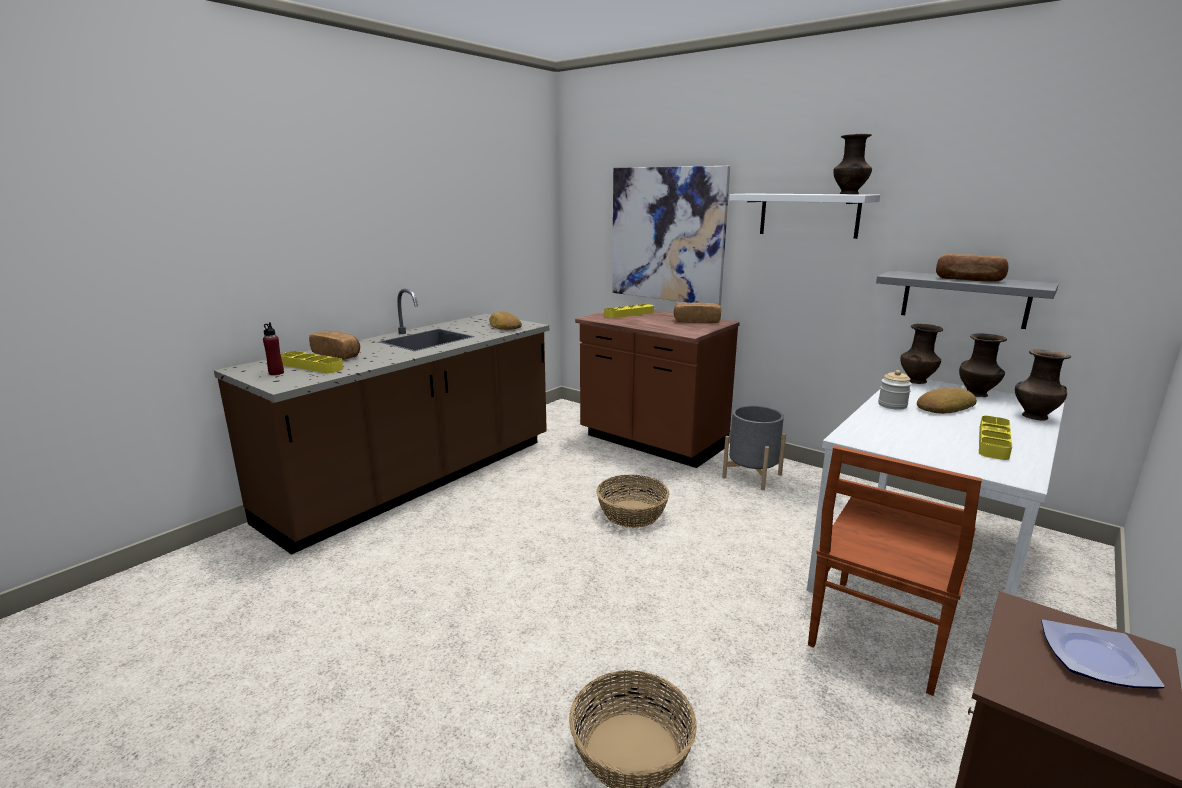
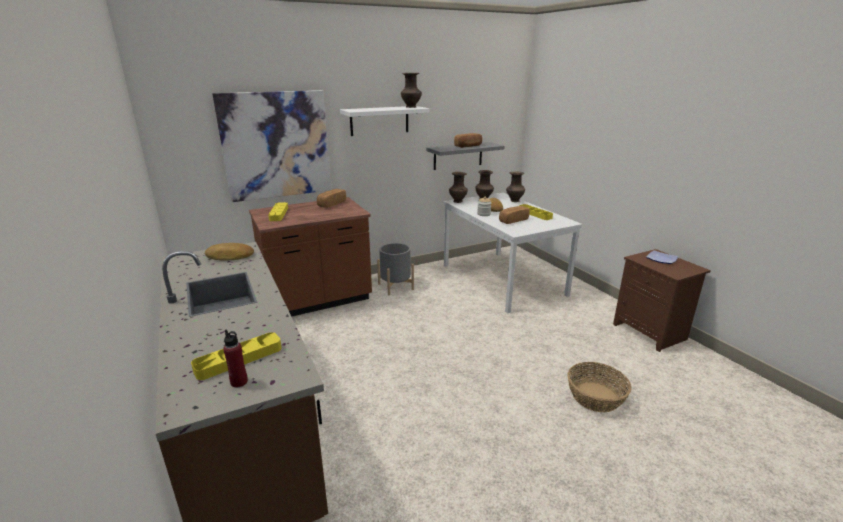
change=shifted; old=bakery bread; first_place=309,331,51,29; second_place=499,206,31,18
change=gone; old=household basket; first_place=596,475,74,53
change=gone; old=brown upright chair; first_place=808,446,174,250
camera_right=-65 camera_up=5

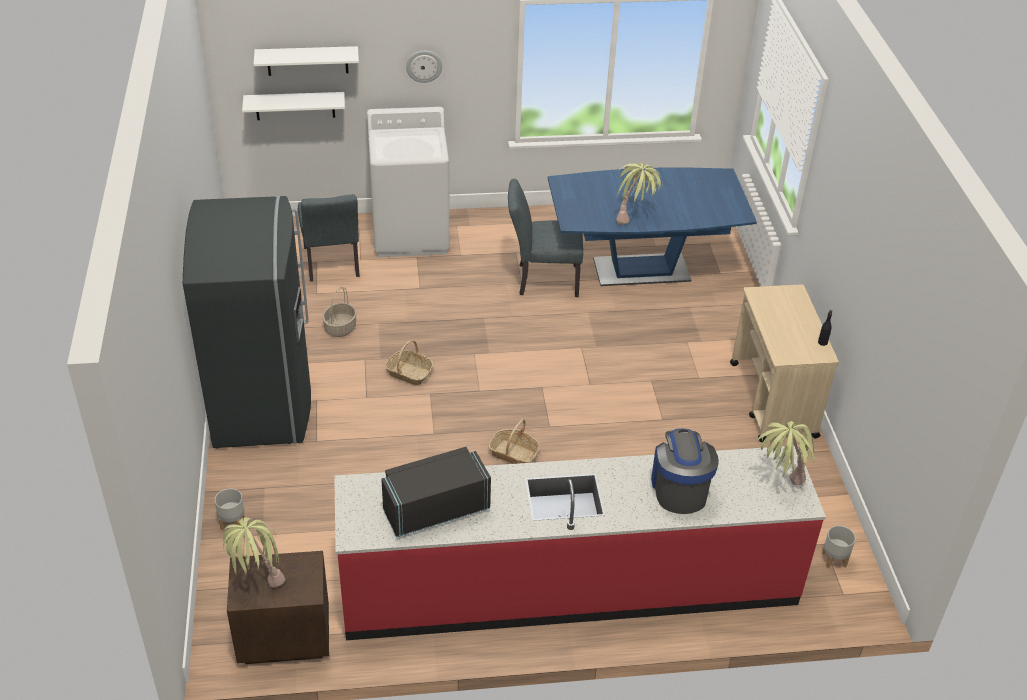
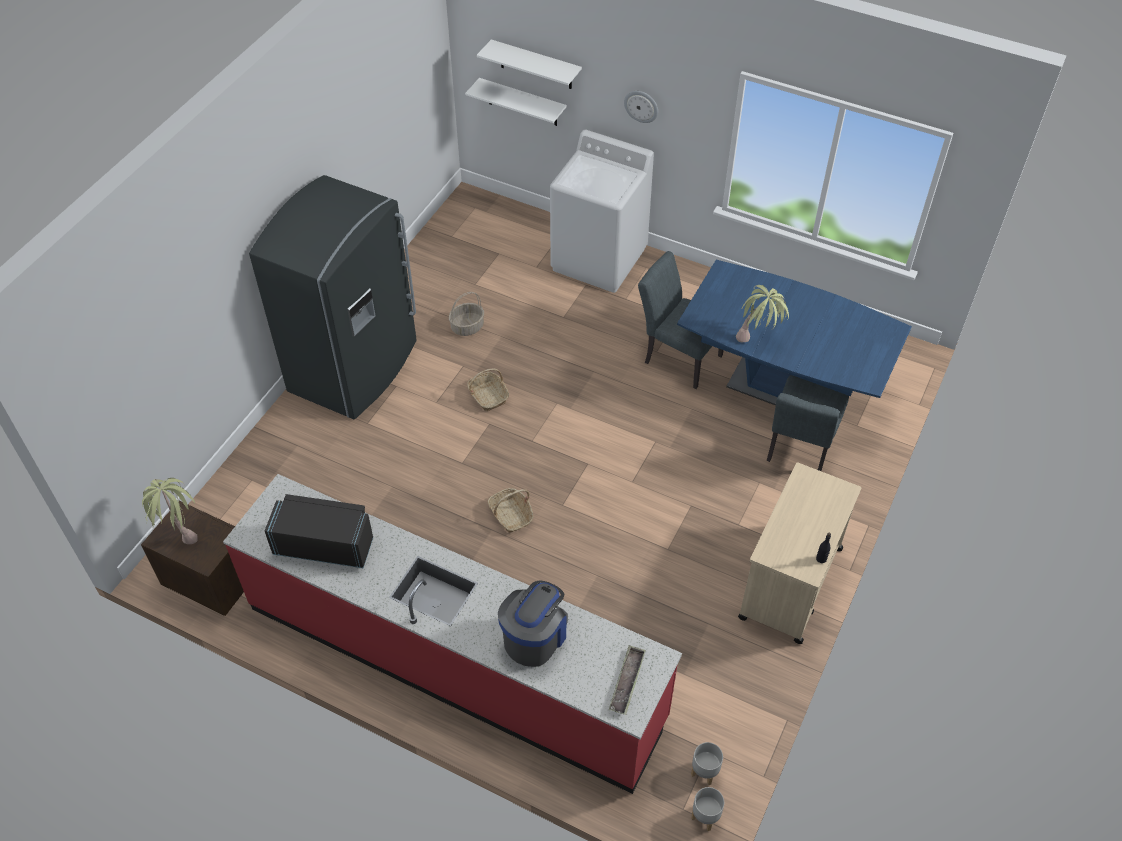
change=shifted; old=grey planter; first_place=215,489,30,41; second_place=691,787,33,44
change=shifted; old=grey upright chair; first_place=298,194,62,88; second_place=767,375,82,96
change=swapped; old=plant in a pot; new=serving tray; first_place=757,421,58,64; second_place=609,645,37,70
camera_right=35 camera_up=10

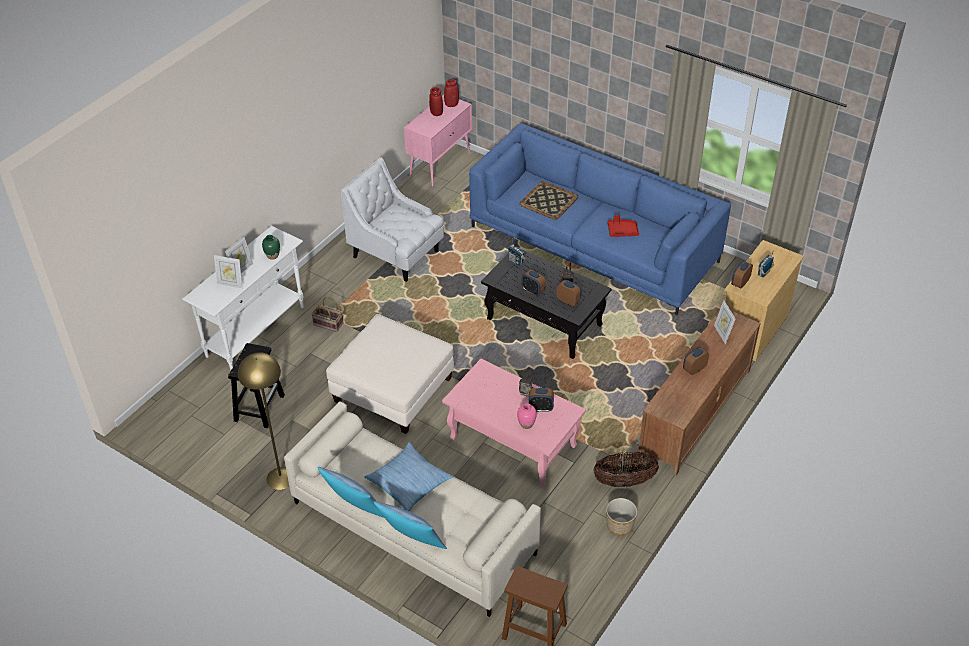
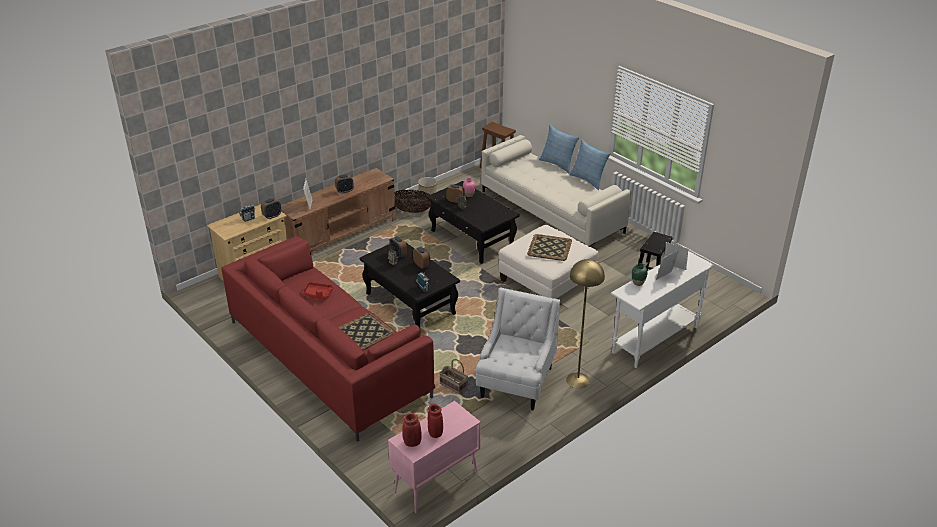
change=shifted; old=yellow-coloured floor lamp; first_place=238,352,51,138; second_place=566,259,39,130
change=shifted; old=household basket; first_place=311,297,33,35; second_place=439,359,29,35
change=rotated; old=white lounge chair; first_place=341,157,103,125; second_place=476,288,84,123; degrees=-120
change=gone; old=throw pillow; first_place=364,442,89,69
change=repainted; old=pink lounge table; new=blackish lounge table; first_place=442,359,144,128; second_place=427,181,93,83
change=repainted; old=blue couch; new=red couch; first_place=469,123,262,192; second_place=221,236,214,206
change=new; new=serving tray; second_place=527,234,45,27
camera_right=-165 camera_up=-10

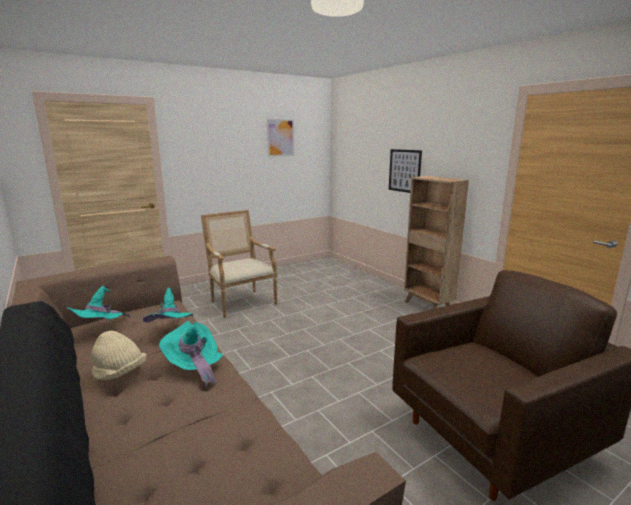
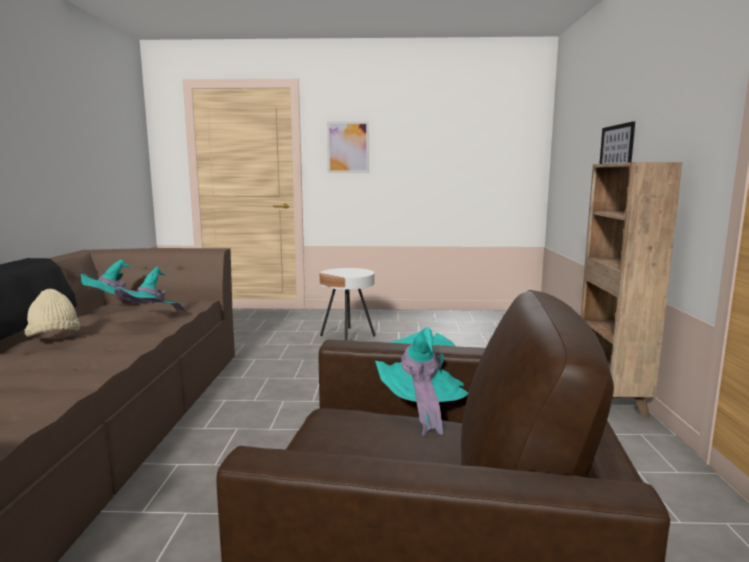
change=shifted; old=turquoise-coloured clothing hat; first_place=159,321,64,67; second_place=375,327,93,109
change=swapped; old=lounge chair; new=white side table; first_place=201,210,76,108; second_place=320,268,55,72
change=shifted; old=wall art; first_place=267,119,27,38; second_place=327,121,42,52
camera_right=35 camera_up=-5

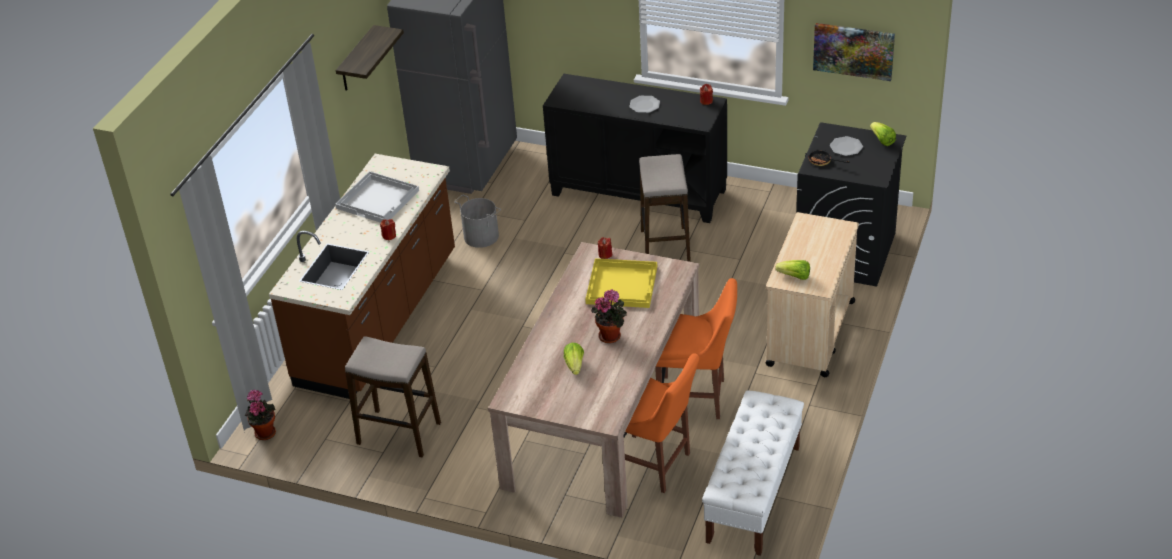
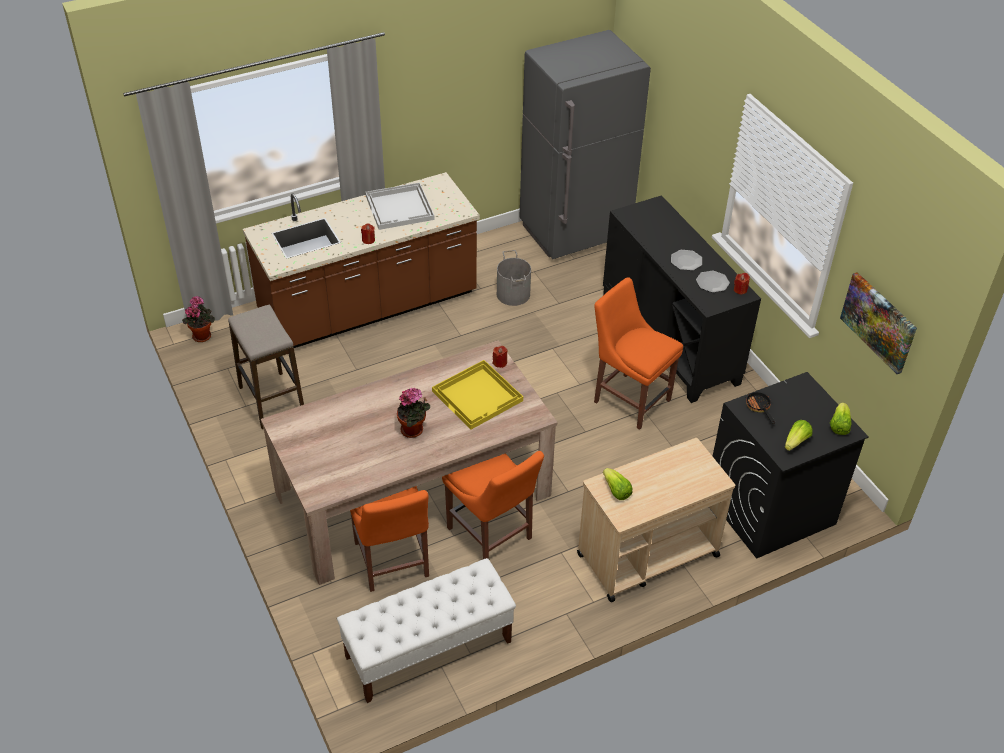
change=gone; old=bracket shelf; first_place=336,25,68,66
change=shifted; old=lettuce; first_place=564,343,20,32; second_place=785,420,28,31
change=swapped; old=sitting stool; new=orange upright chair; first_place=639,154,52,108; second_place=594,277,89,153
change=shifted; old=plate; first_place=830,136,33,20; second_place=696,271,34,22
camera_right=40 camera_up=5

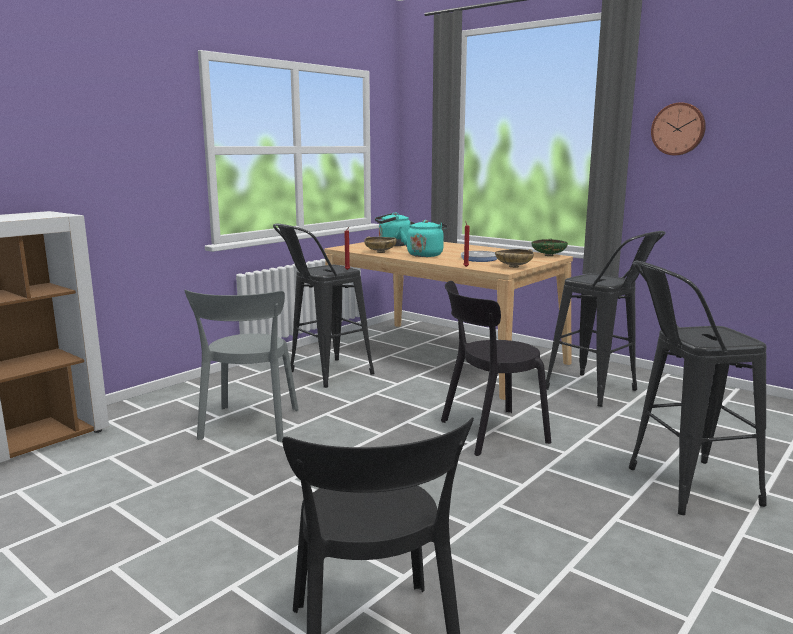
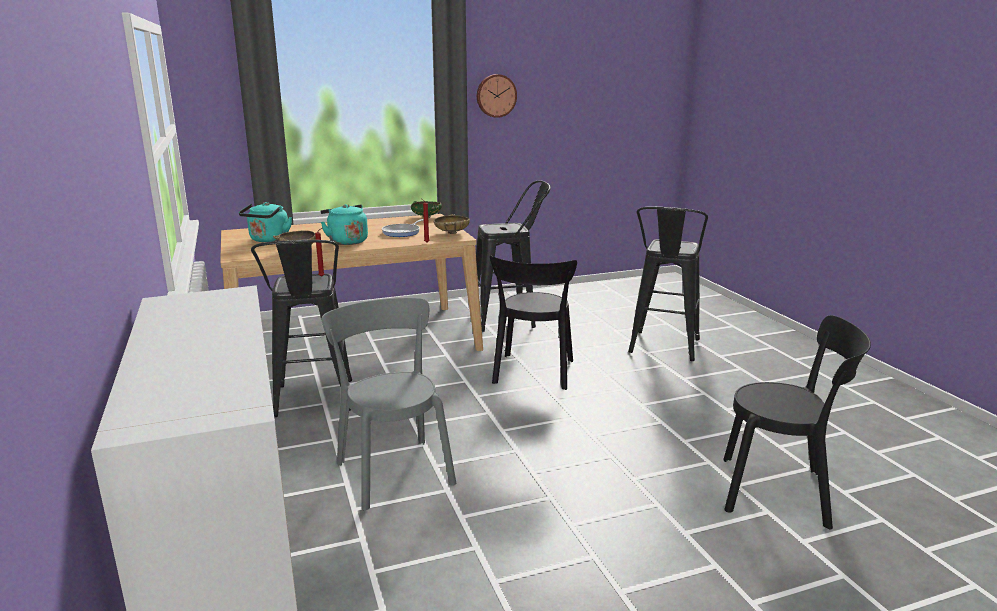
change=rotated; old=grey upright chair; first_place=184,290,115,152; second_place=322,298,134,213; degrees=-150
camera_right=-60 camera_up=5

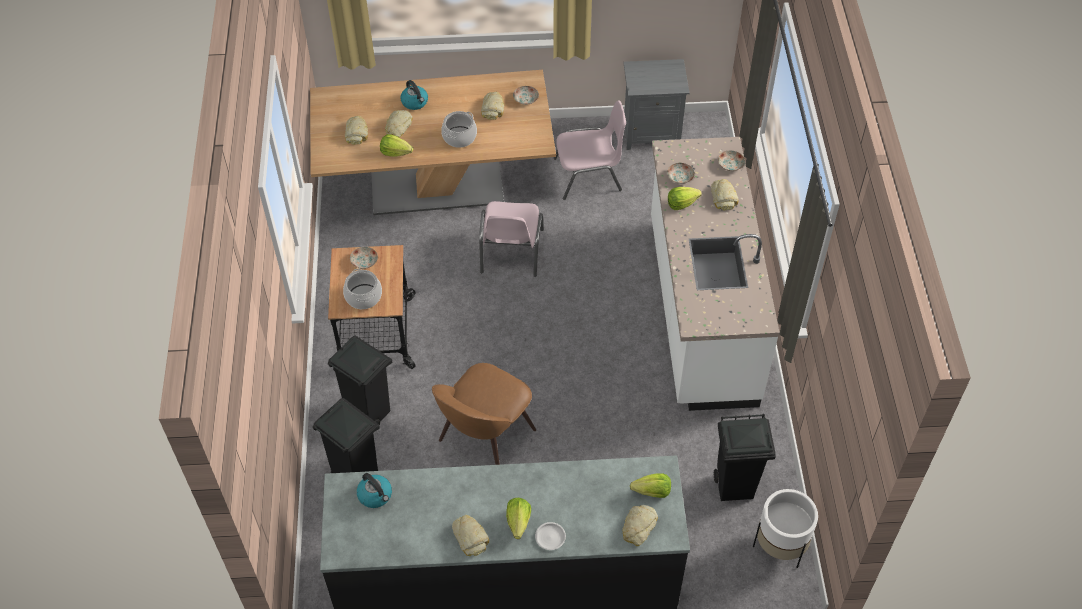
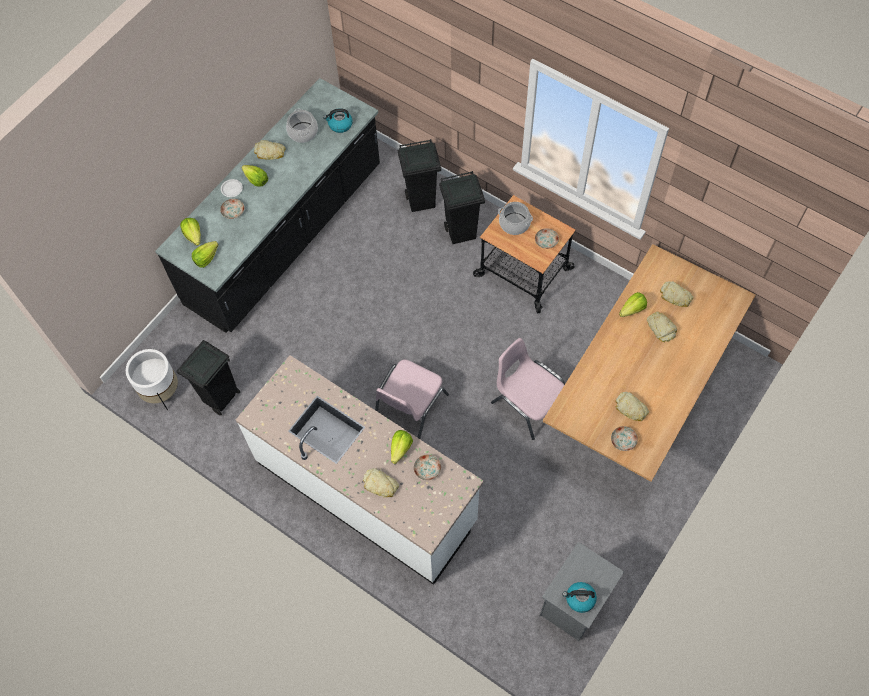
change=shifted; old=tea kettle; first_place=400,80,28,30; second_place=563,582,34,31
change=gone; old=brown upright chair; first_place=432,363,104,102
change=shifted; old=stockpot; first_place=441,111,36,37; second_place=286,109,32,34
change=shifted; old=pink upright chair; first_place=554,100,72,100; second_place=375,359,74,80
change=swapped; old=bakery bread; new=lettuce; first_place=622,505,36,41; second_place=180,218,21,28
change=shifted; old=plate; first_place=718,150,27,21; second_place=220,199,25,20
camera_right=130 camera_up=10

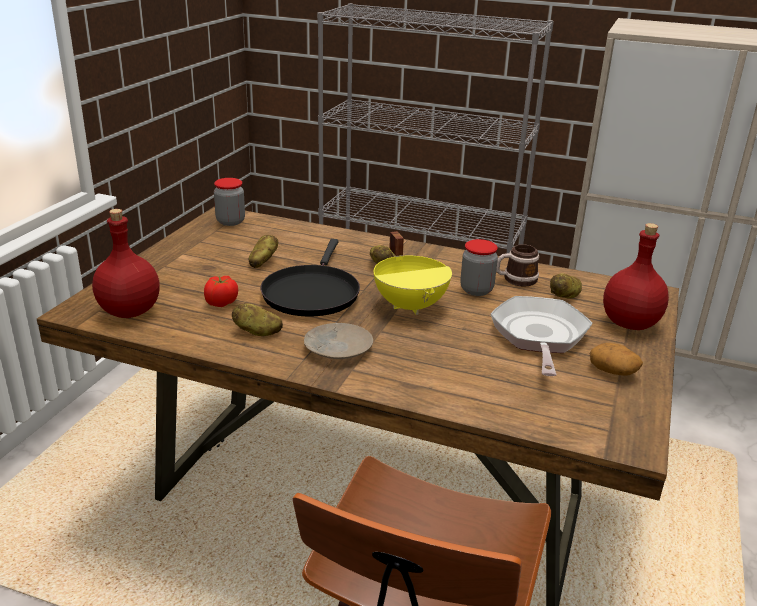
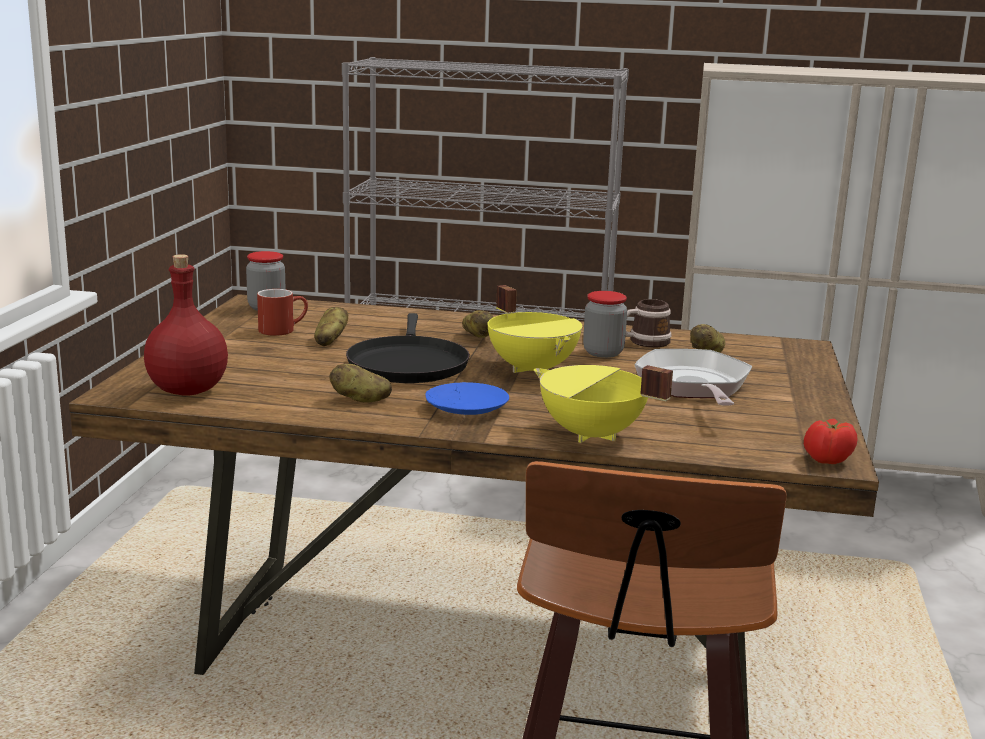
change=shifted; old=tomato; first_place=204,276,34,31; second_place=804,419,54,45
change=repainted; old=beige-coloured plate; new=blue plate; first_place=304,323,69,36; second_place=425,382,84,33
change=gone; old=spud; first_place=590,343,53,33
change=gone; old=red bottle; first_place=603,223,66,107
change=new; new=red mug; second_place=257,289,51,47
change=new; new=yellow-coloured stockpot; second_place=534,365,139,78
camera_right=-10 camera_up=-10

